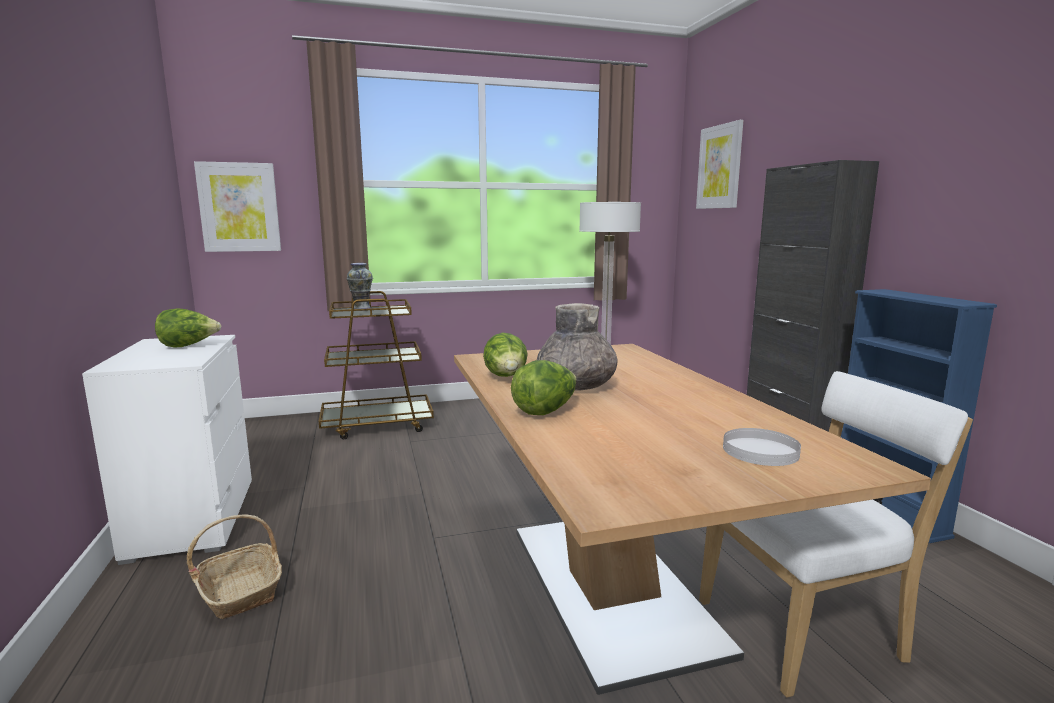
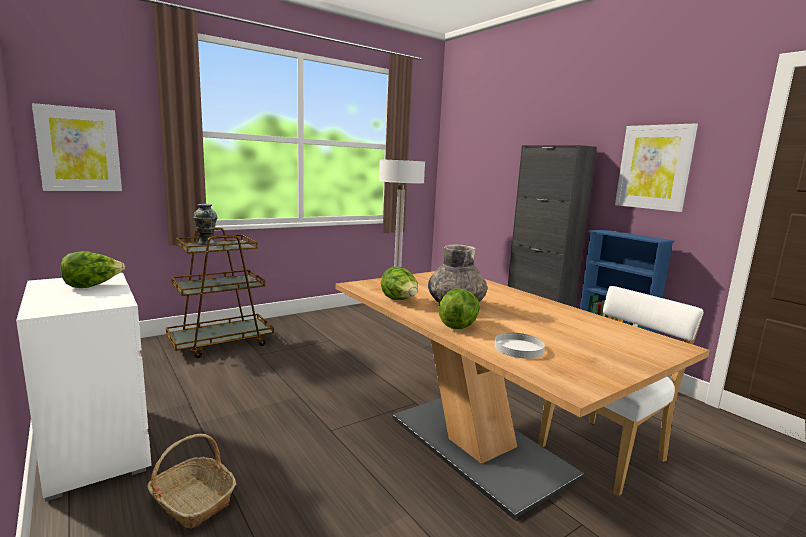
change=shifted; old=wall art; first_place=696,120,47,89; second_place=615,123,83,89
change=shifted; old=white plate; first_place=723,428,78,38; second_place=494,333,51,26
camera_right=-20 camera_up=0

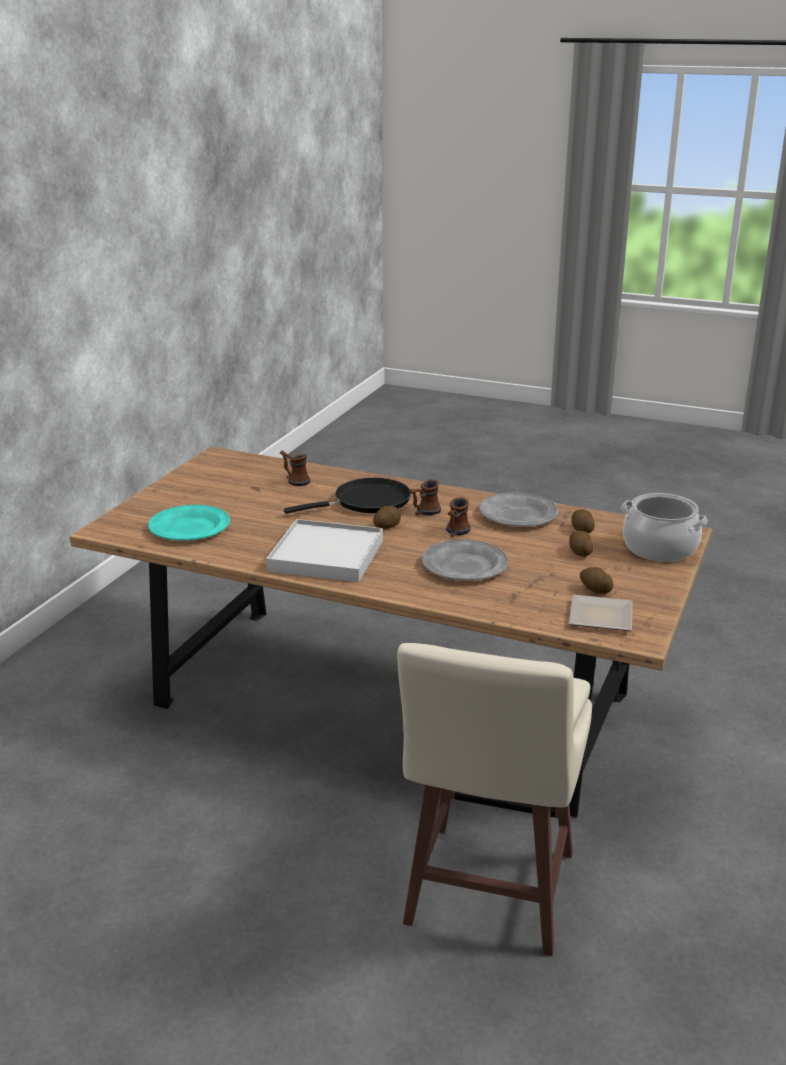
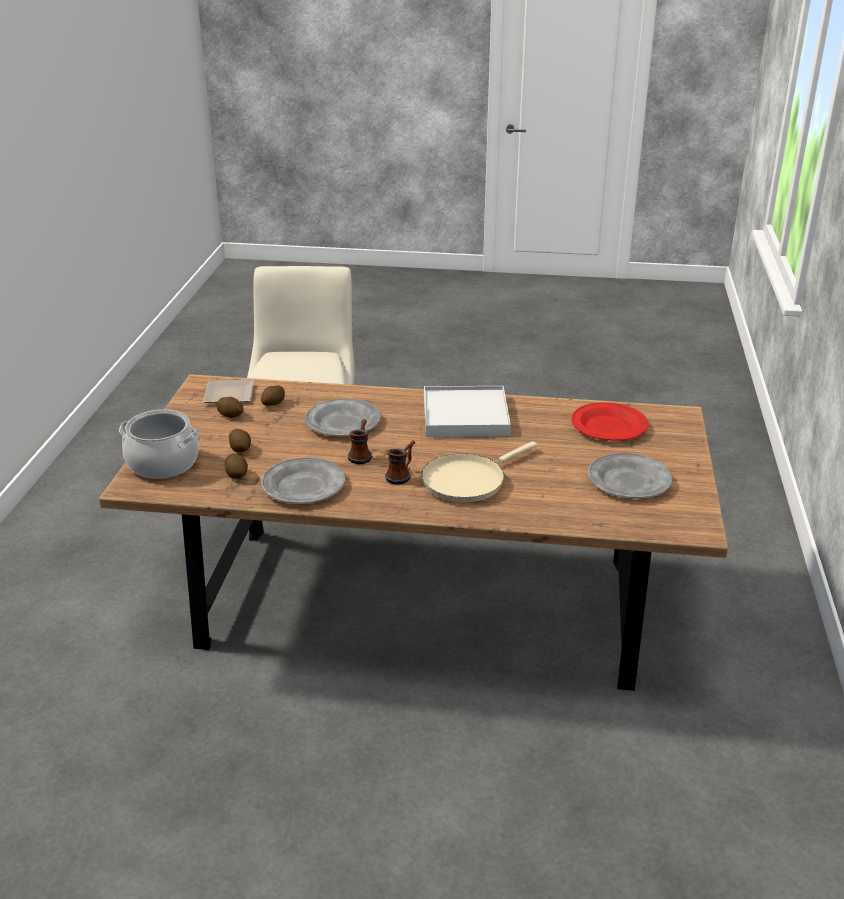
change=repainted; old=turquoise-coloured plate; new=red plate; first_place=148,505,82,35; second_place=571,402,77,39
change=gone; old=mug; first_place=280,450,30,36
change=repainted; old=blackish pan; new=beige-coloured pan; first_place=284,478,127,36; second_place=422,441,115,61
change=shifted; old=spud; first_place=373,506,28,23; second_place=261,385,24,21
change=new; new=grey plate; second_place=588,453,84,46
camera_right=165 camera_up=5

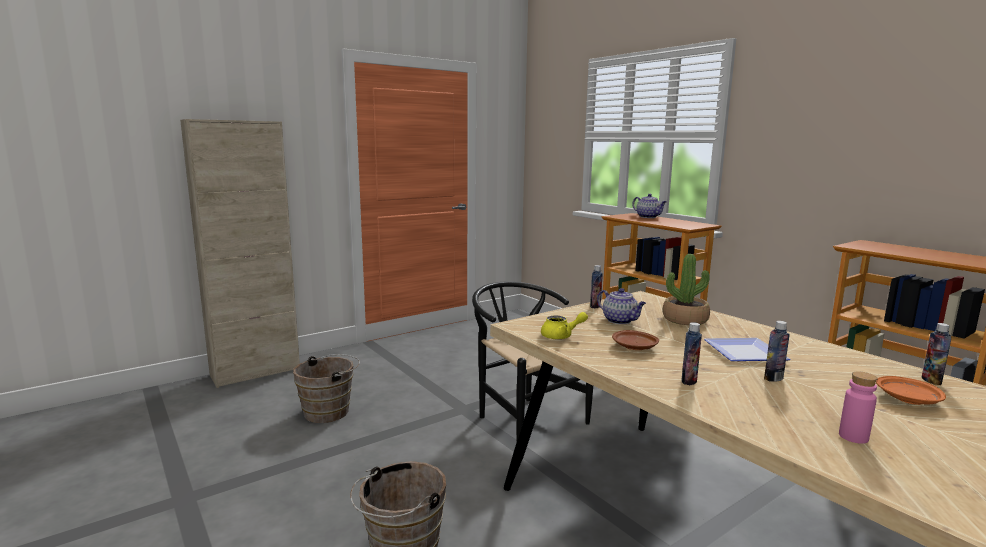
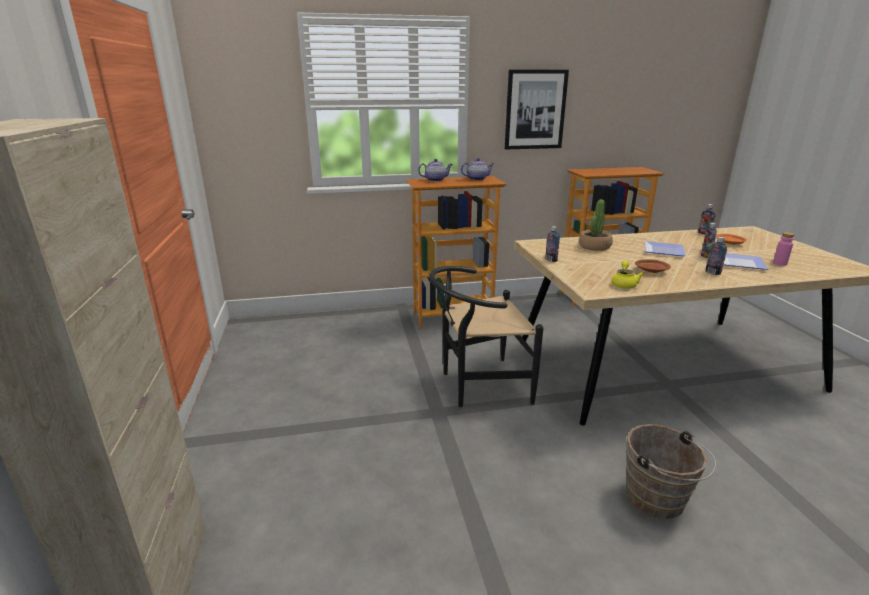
change=gone; old=brown pail; first_place=293,354,67,69
change=shifted; old=tea pot; first_place=597,288,49,36; second_place=461,158,33,23
change=new; new=wall art; second_place=505,70,64,79
change=new; new=plate; second_place=724,253,44,17
camera_right=-65 camera_up=10

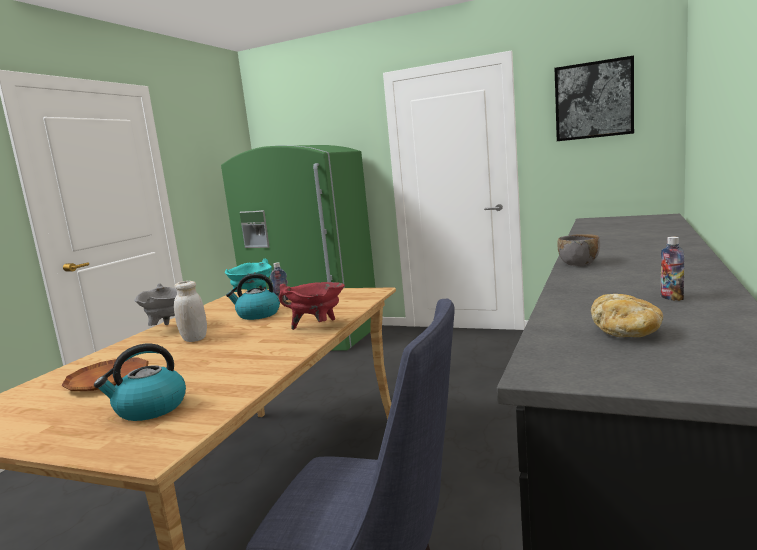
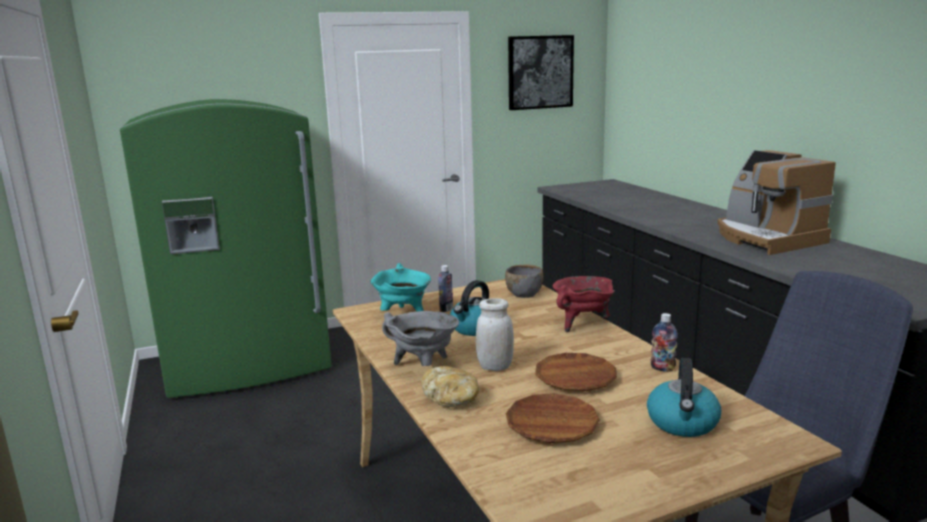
change=shifted; old=grey bowl; first_place=558,234,42,32; second_place=505,264,38,34
change=shifted; old=bakery bread; first_place=591,294,72,43; second_place=421,366,58,41
change=shifted; old=bottle; first_place=661,237,23,64; second_place=650,313,28,59
change=new; new=brown plate; second_place=535,353,82,38
change=new; new=coffee maker; second_place=717,150,119,105
camera_right=-45 camera_up=5

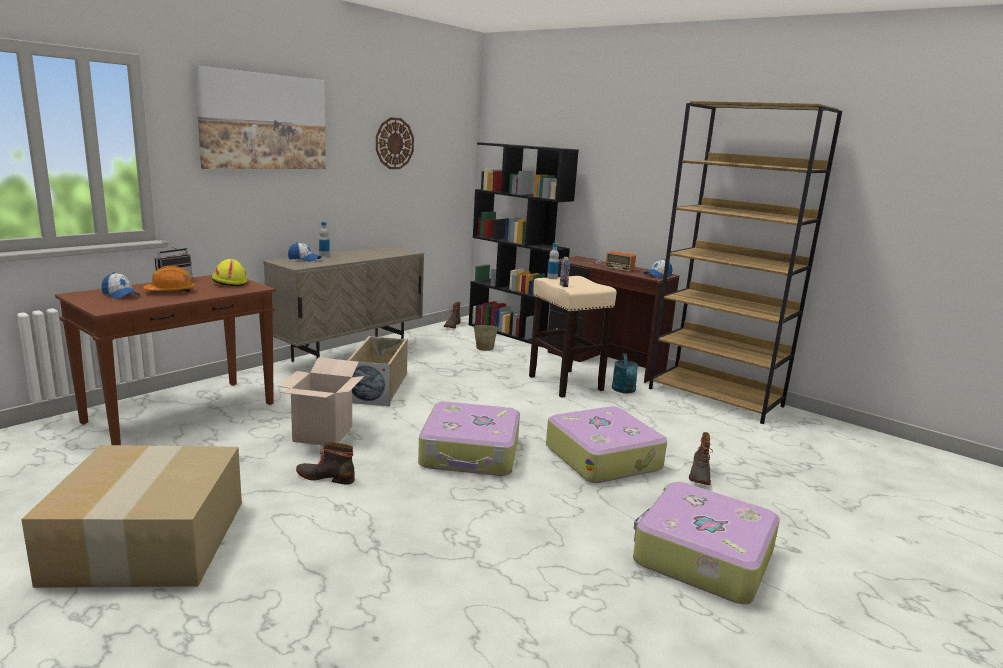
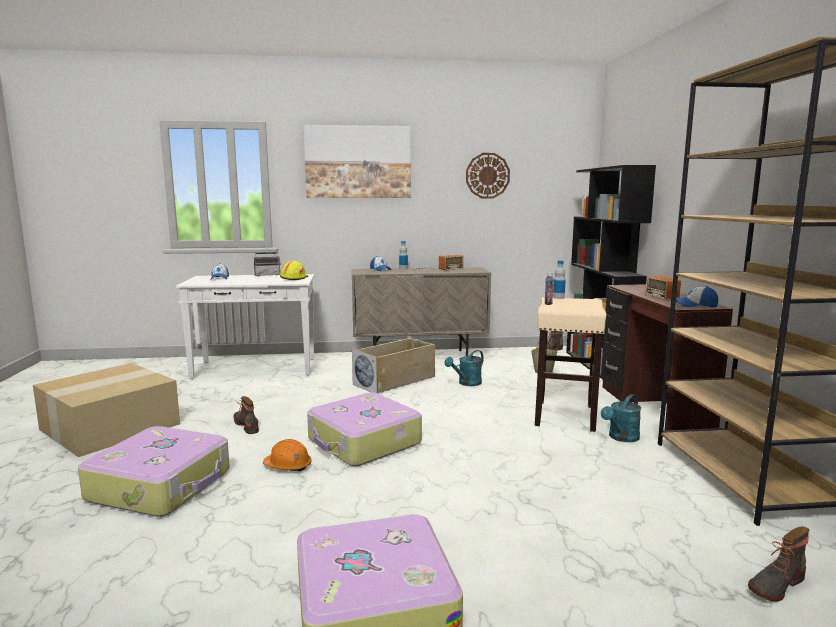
change=repainted; old=brown console table; new=white console table; first_place=55,275,221,170; second_place=176,274,138,105
change=shifted; old=orange hard hat; first_place=143,266,52,26; second_place=263,439,49,32
change=gone; old=cardboard box; first_place=278,357,86,88
change=shifted; old=travel case; first_place=546,406,121,77; second_place=78,426,152,91
change=shifted; old=boot; first_place=689,432,24,53; second_place=748,526,61,76
change=new; new=radio receiver; second_place=415,255,49,16
change=new; new=turquoise-coloured sprinkling can; second_place=445,350,39,36
camera_right=45 camera_up=-5

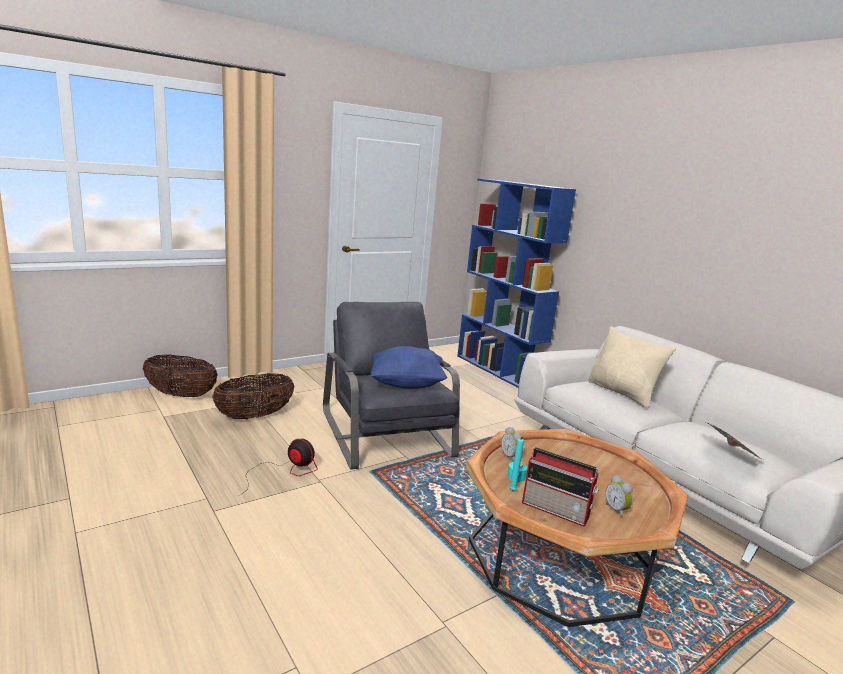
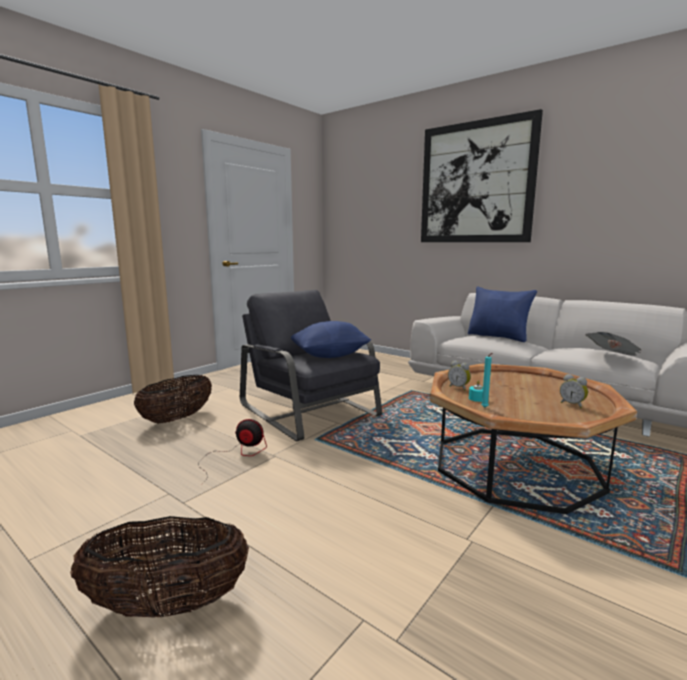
change=shifted; old=household basket; first_place=142,355,76,42; second_place=70,516,179,102
change=gone; old=blue bookshelf; first_place=457,179,119,209
change=gone; old=radio receiver; first_place=522,447,77,80
change=repainted; old=beige-coloured throw pillow; new=blue throw pillow; first_place=588,326,88,82; second_place=468,287,69,55
change=new; new=wall art; second_place=421,109,122,133
camera_right=-15 camera_up=-5

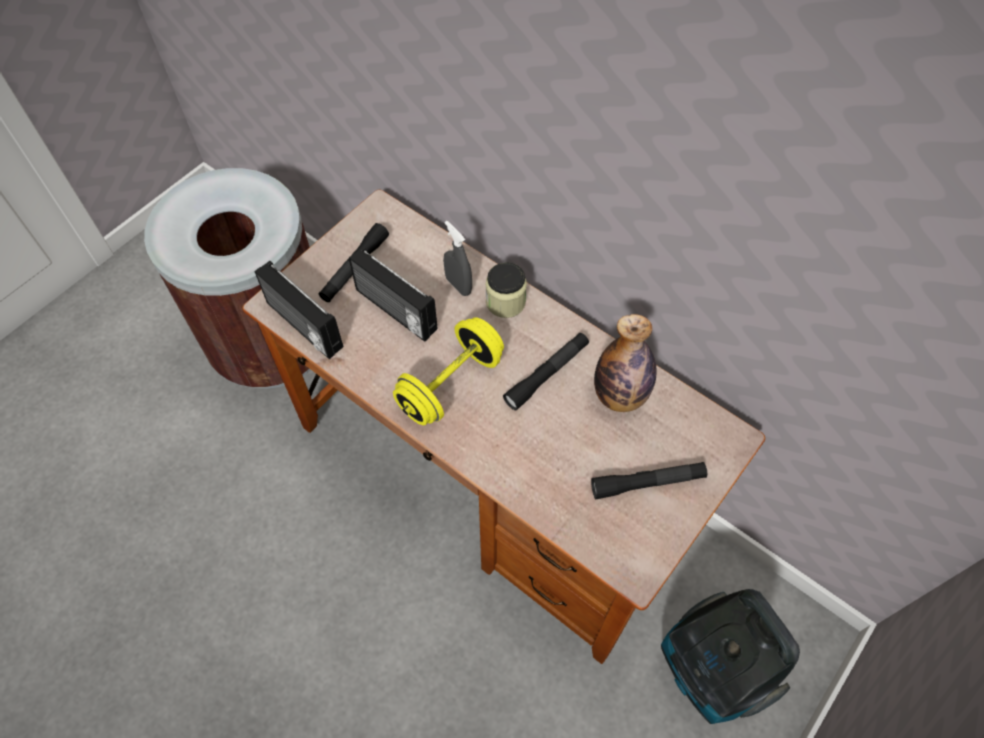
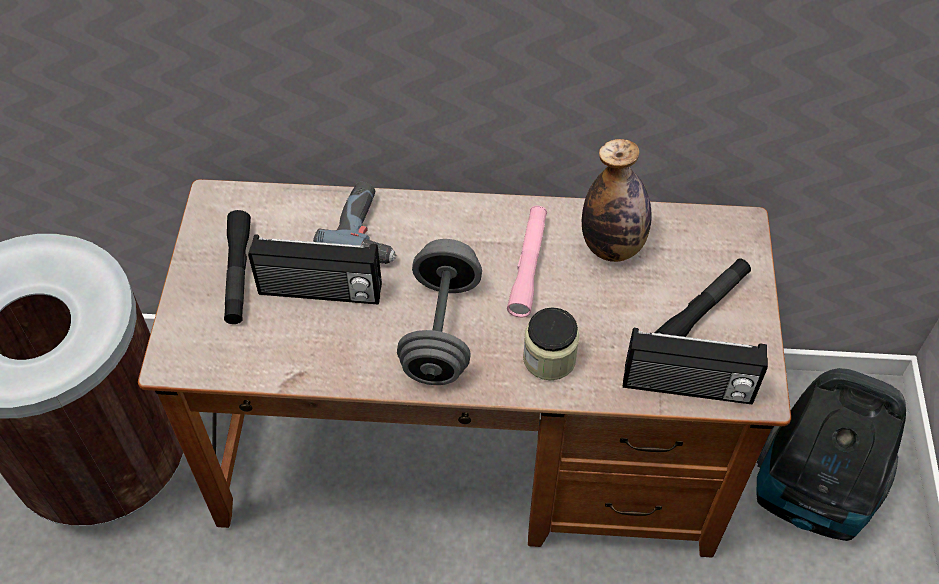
change=shifted; old=radio receiver; first_place=255,261,88,98; second_place=623,328,145,76
change=repainted; old=yellow-coloured hand weight; new=grey hand weight; first_place=393,317,111,108; second_place=397,239,85,146
change=swapped; old=grey hand sprayer; new=drill; first_place=443,221,29,75; second_place=313,182,84,82
change=shifted; old=storage jar; first_place=485,262,42,56; second_place=523,307,57,73
change=repainted; old=blackish hand torch; new=pink hand torch; first_place=503,333,86,77; second_place=507,206,40,111
camera_right=-35 camera_up=-5

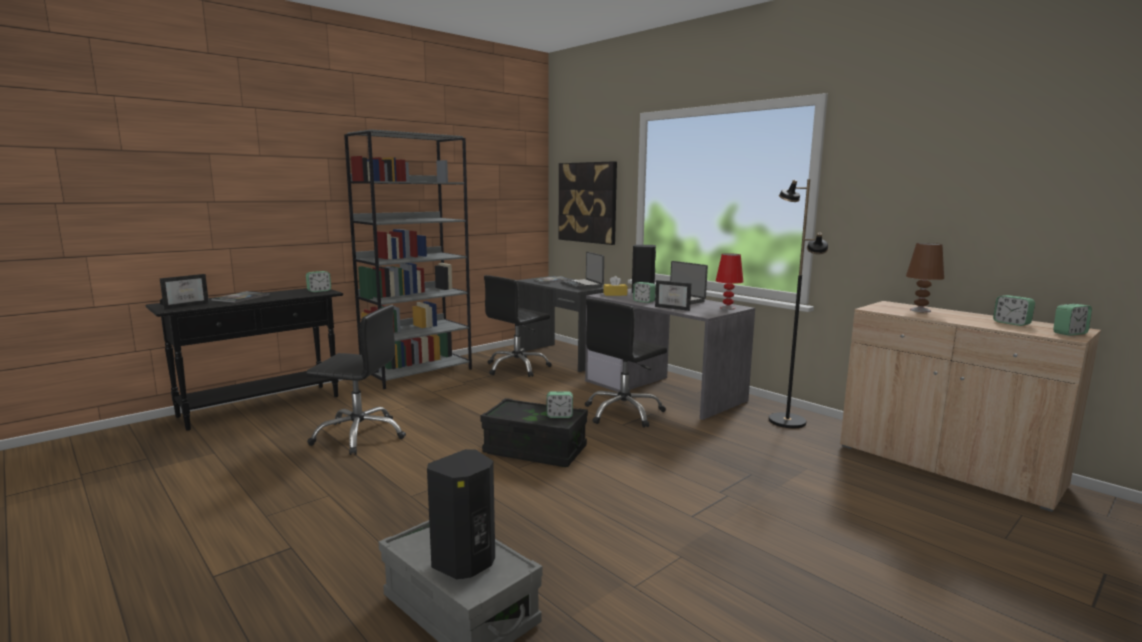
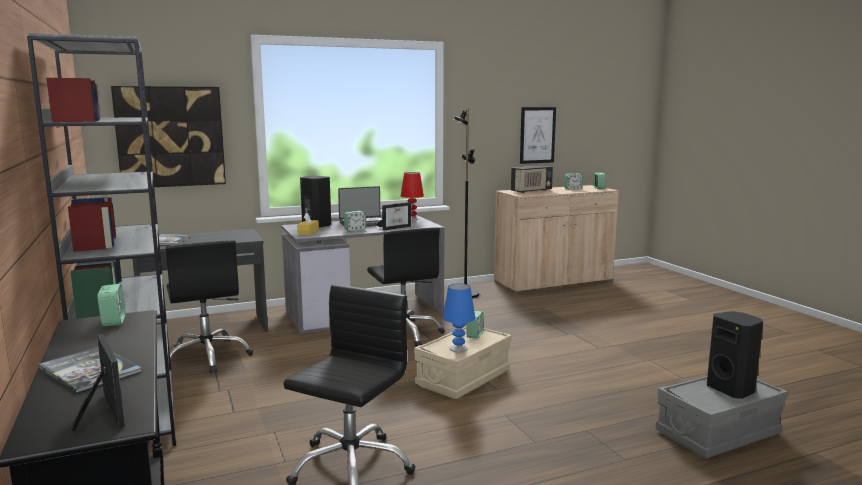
change=repainted; old=blackish storage container; new=beige-coloured storage container; first_place=480,398,108,69; second_place=414,326,98,73
change=gone; old=notebook computer; first_place=561,252,43,37
change=swapped; old=brown tabletop lamp; new=radio receiver; first_place=906,243,38,69; second_place=511,166,42,27
change=new; new=blue tabletop lamp; second_place=443,284,32,69
change=new; new=wall art; second_place=520,107,36,57
camera_right=-70 camera_up=0

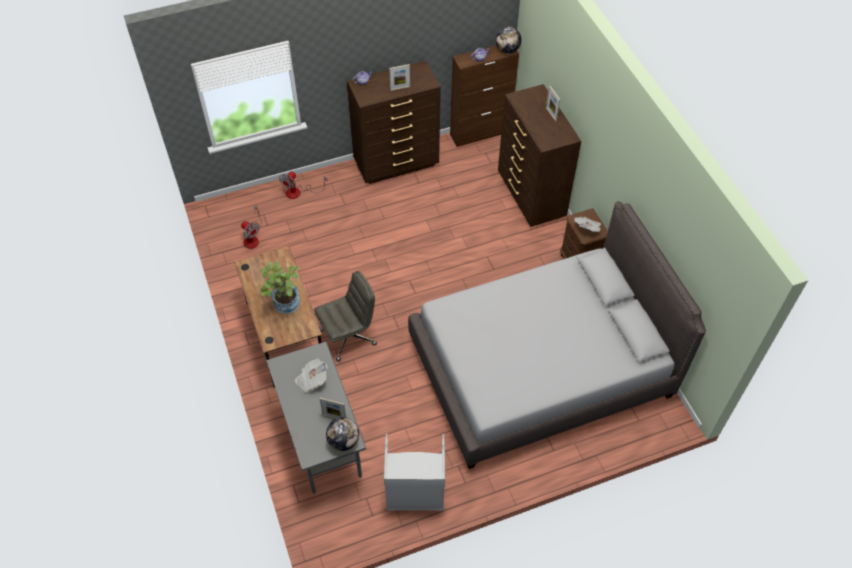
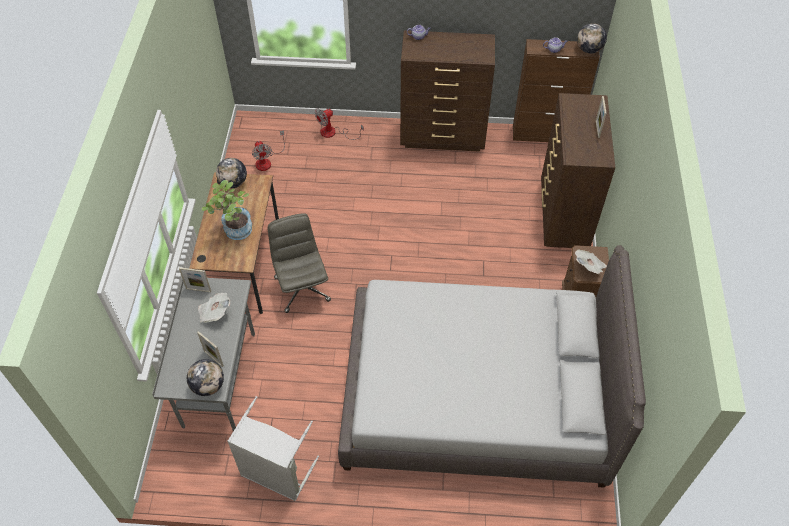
change=rotated; old=grey office chair; first_place=314,271,63,91; second_place=268,213,63,100; degrees=-105
change=shifted; old=standing frame; first_place=389,64,21,27; second_place=179,267,32,25
change=new; new=world globe; second_place=216,158,31,30
camera_right=25 camera_up=0

